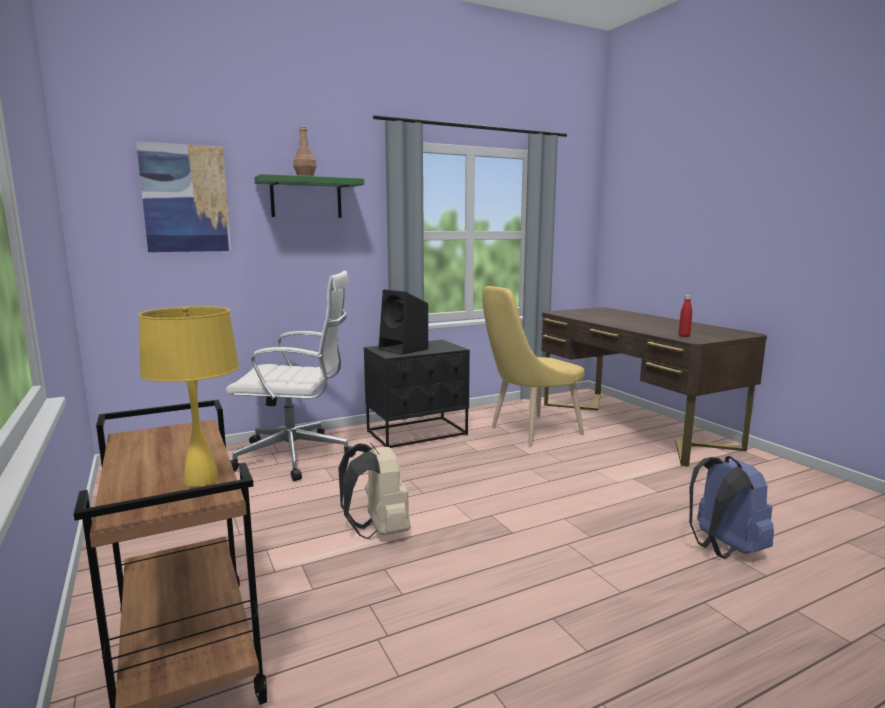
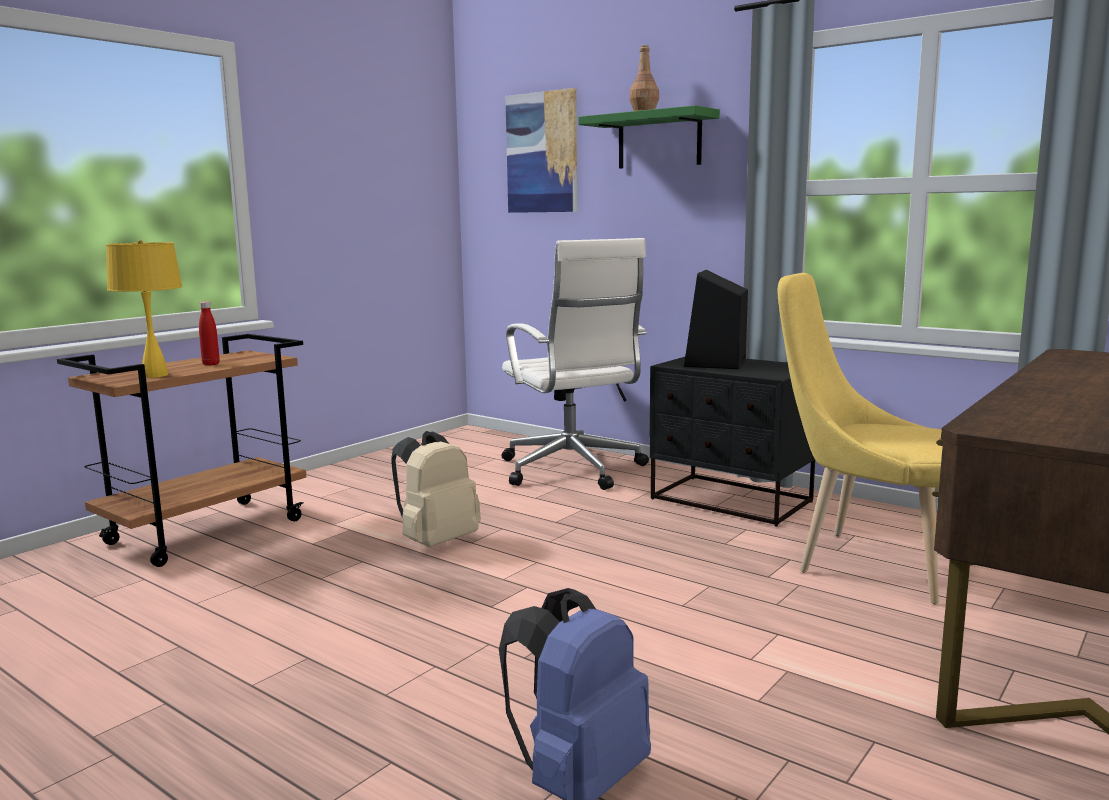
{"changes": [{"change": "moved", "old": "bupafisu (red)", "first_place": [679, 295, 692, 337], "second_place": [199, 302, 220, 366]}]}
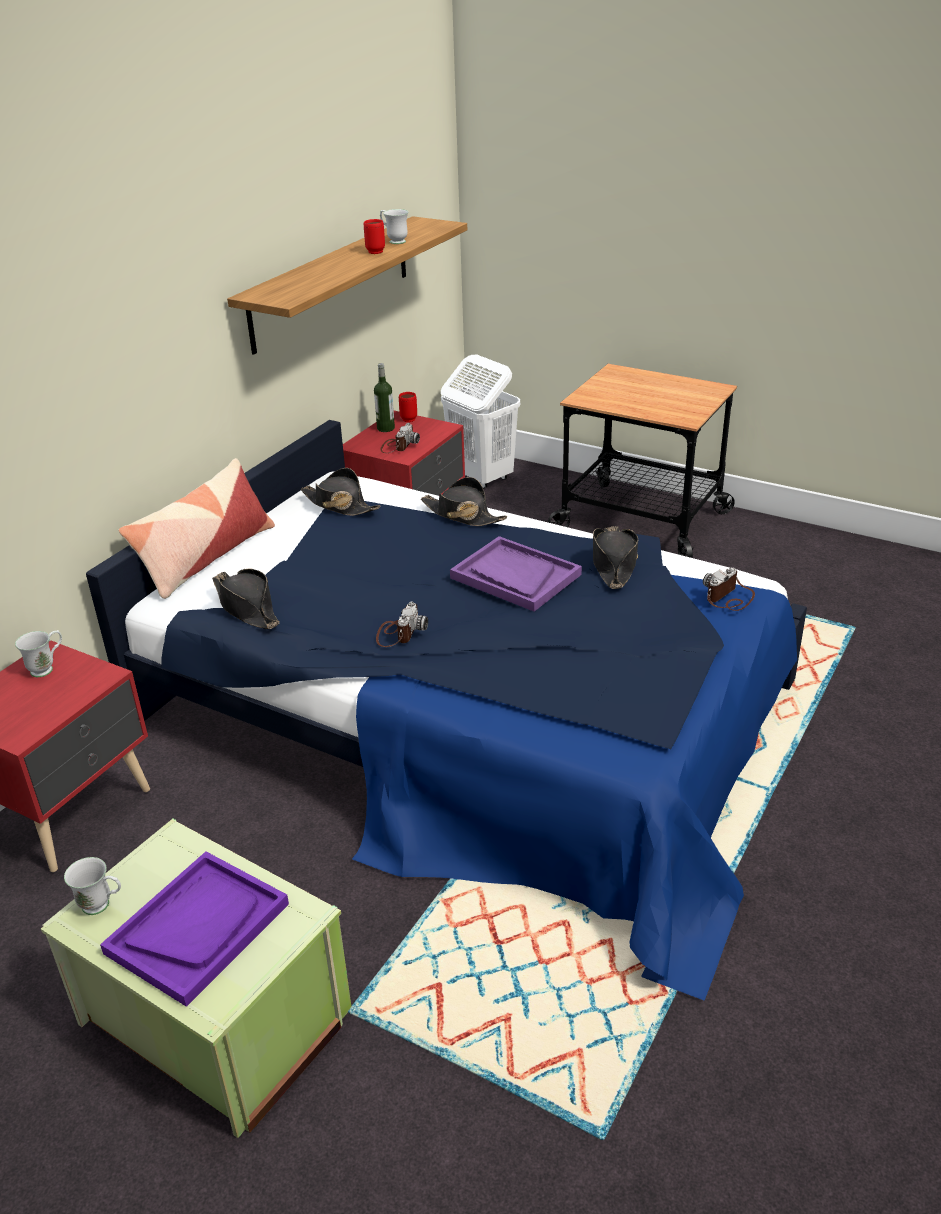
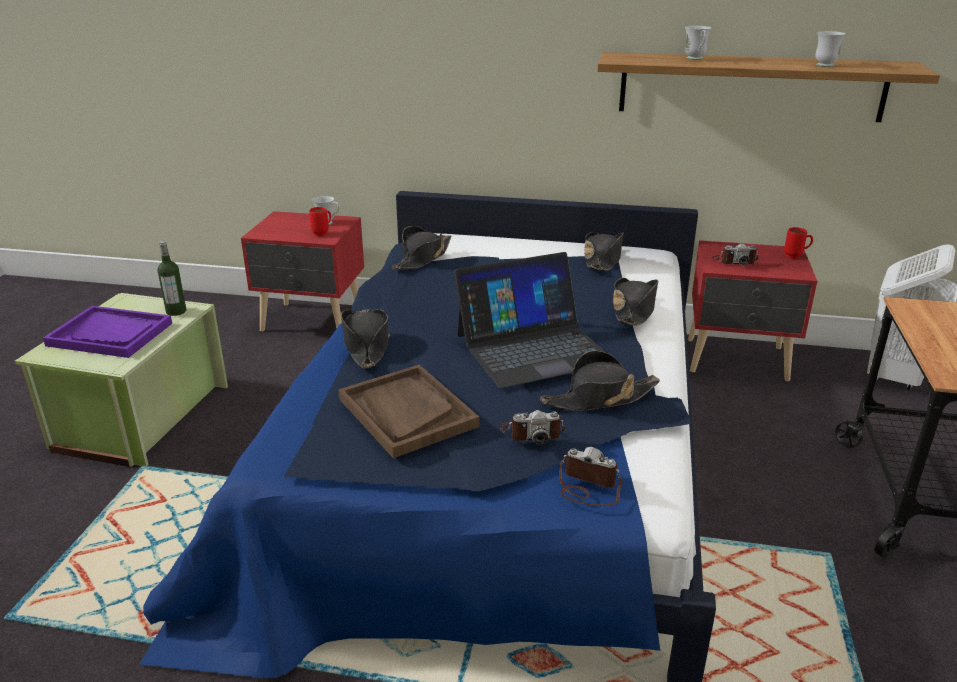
{"changes": [{"change": "removed", "old": "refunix", "first_place": [118, 458, 275, 599]}, {"change": "added", "new": "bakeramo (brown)", "second_place": [338, 365, 479, 458]}, {"change": "added", "new": "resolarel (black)", "second_place": [341, 309, 390, 368]}, {"change": "moved", "old": "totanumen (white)", "first_place": [64, 857, 121, 915], "second_place": [685, 26, 711, 60]}, {"change": "moved", "old": "totanumen (red)", "first_place": [364, 219, 385, 254], "second_place": [309, 207, 331, 236]}, {"change": "moved", "old": "bupafisu", "first_place": [374, 363, 395, 432], "second_place": [157, 241, 186, 316]}, {"change": "moved", "old": "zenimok", "first_place": [376, 602, 428, 647], "second_place": [500, 410, 565, 445]}, {"change": "replaced", "old": "bakeramo (purple)", "new": "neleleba", "first_place": [450, 536, 582, 611], "second_place": [454, 252, 606, 388]}]}
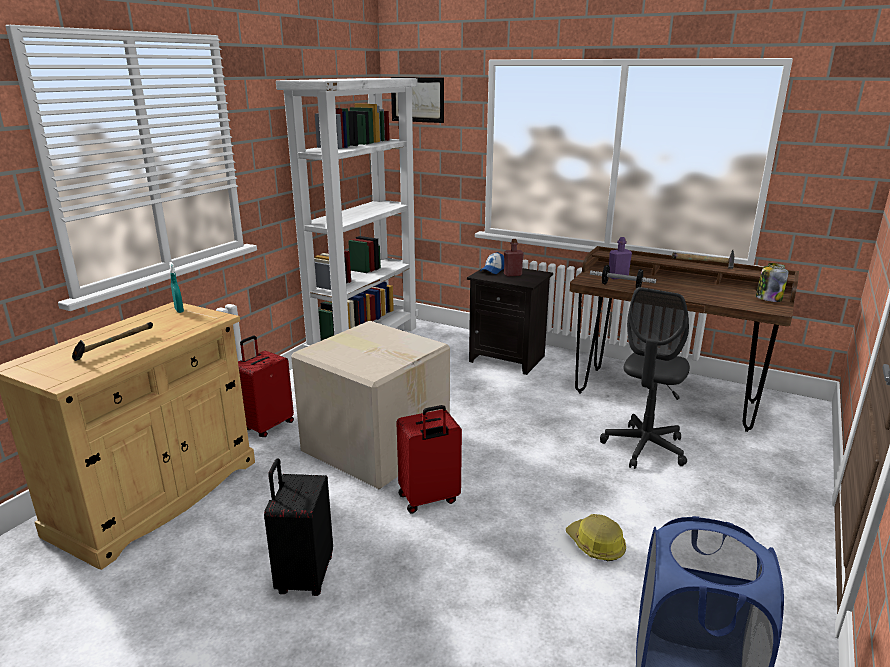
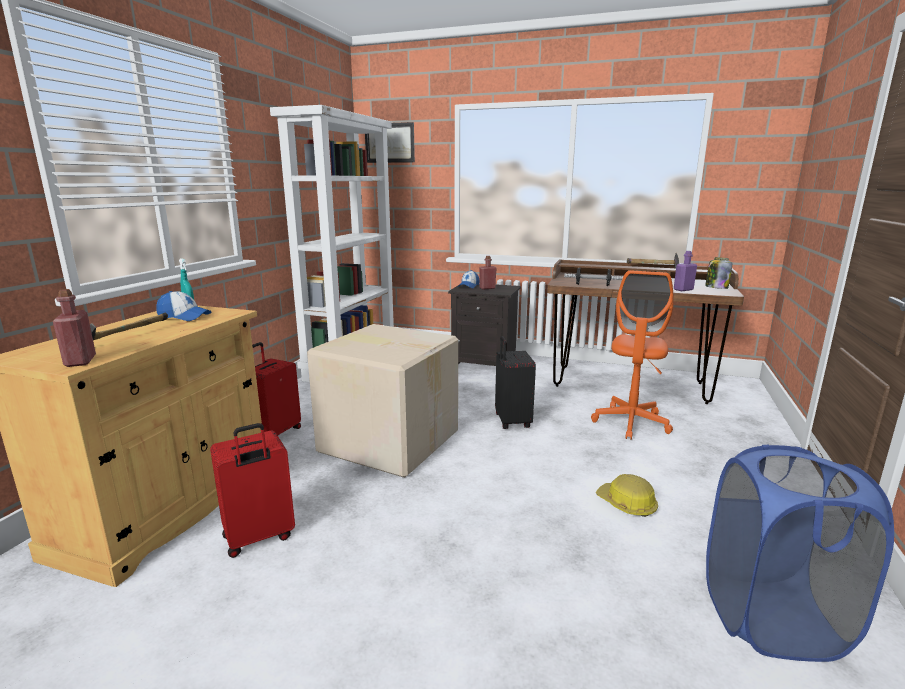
{"changes": [{"change": "added", "new": "bupafisu (red)", "second_place": [53, 289, 96, 367]}, {"change": "added", "new": "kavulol", "second_place": [156, 291, 211, 321]}, {"change": "moved", "old": "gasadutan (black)", "first_place": [264, 459, 333, 596], "second_place": [495, 336, 536, 429]}, {"change": "moved", "old": "gasadutan (red)", "first_place": [396, 405, 462, 513], "second_place": [210, 423, 295, 558]}, {"change": "moved", "old": "bupafisu (purple)", "first_place": [609, 237, 632, 279], "second_place": [674, 251, 697, 291]}, {"change": "recoloured", "old": "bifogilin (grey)", "new": "bifogilin (orange)", "first_place": [600, 287, 690, 469], "second_place": [591, 270, 674, 440]}]}
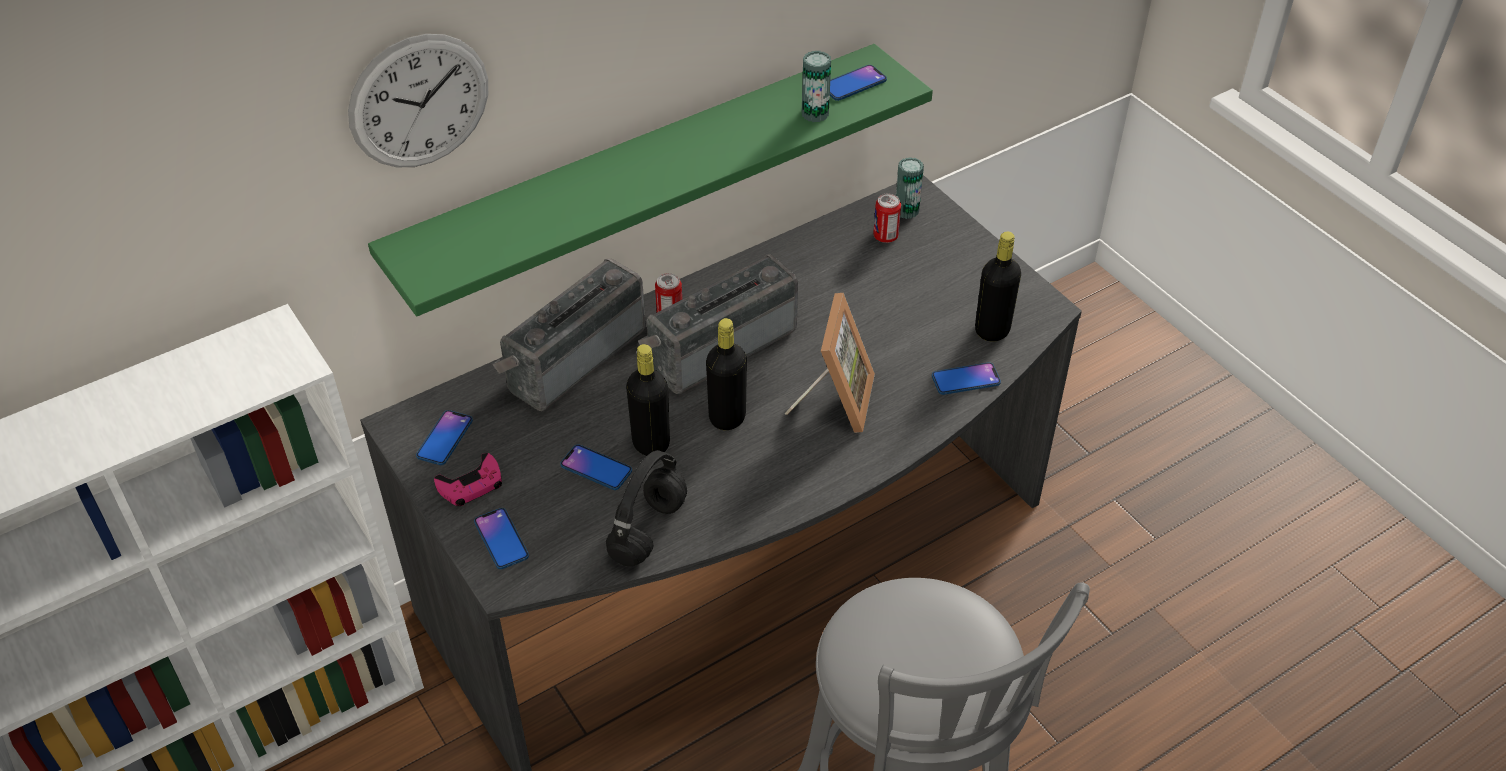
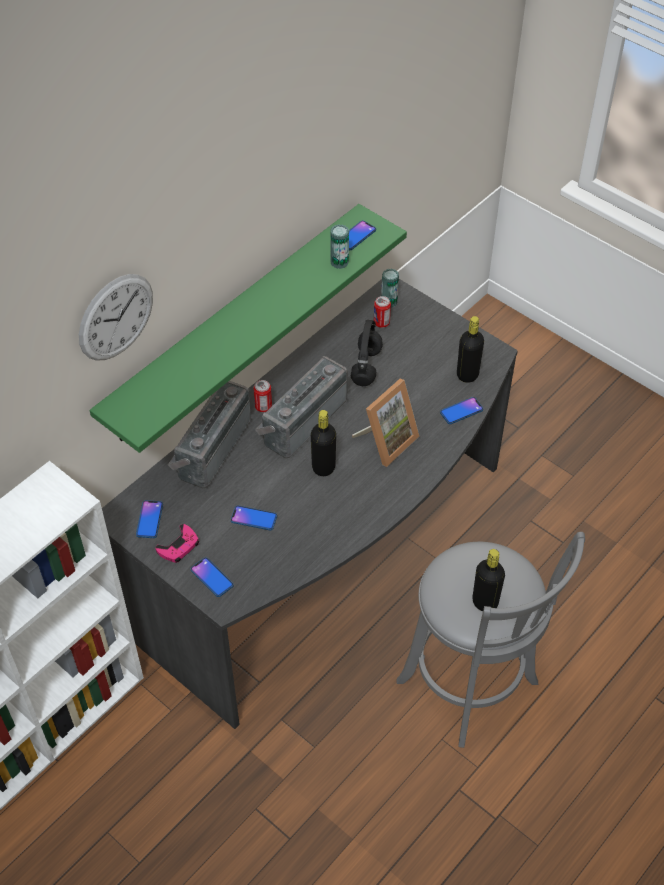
{"changes": [{"change": "moved", "old": "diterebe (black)", "first_place": [606, 450, 687, 567], "second_place": [351, 320, 383, 386]}, {"change": "moved", "old": "bupafisu (black)", "first_place": [626, 344, 670, 456], "second_place": [473, 549, 505, 611]}, {"change": "turned", "old": "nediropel", "first_place": [784, 293, 875, 433], "second_place": [352, 379, 420, 467], "degrees": 45}]}
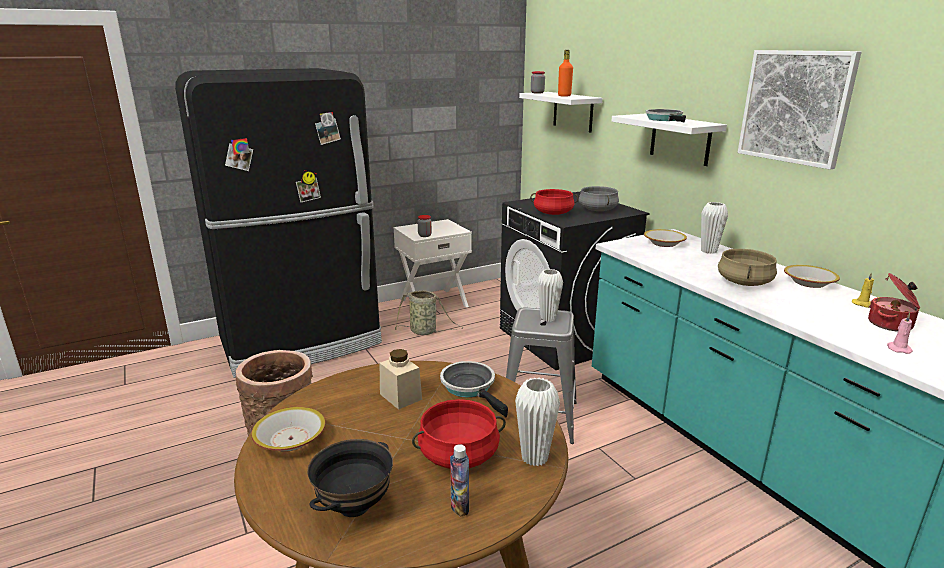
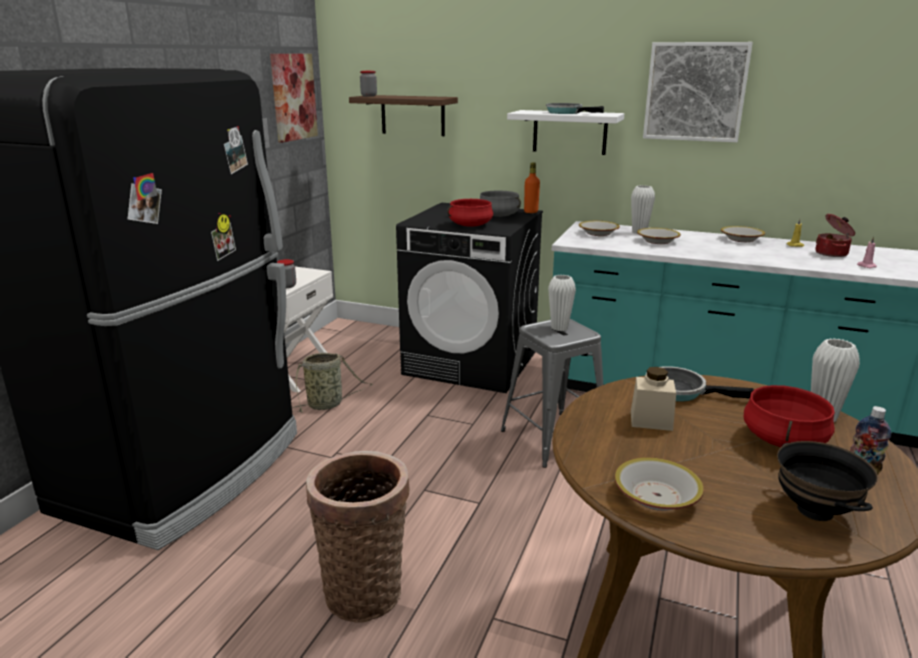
{"changes": [{"change": "removed", "old": "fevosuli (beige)", "first_place": [718, 249, 777, 286]}, {"change": "added", "new": "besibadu", "second_place": [270, 54, 318, 143]}, {"change": "added", "new": "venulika", "second_place": [637, 228, 681, 244]}, {"change": "moved", "old": "bupafisu (orange)", "first_place": [558, 50, 573, 96], "second_place": [524, 162, 540, 213]}, {"change": "recoloured", "old": "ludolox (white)", "new": "ludolox (brown)", "first_place": [519, 92, 602, 133], "second_place": [349, 95, 458, 136]}]}
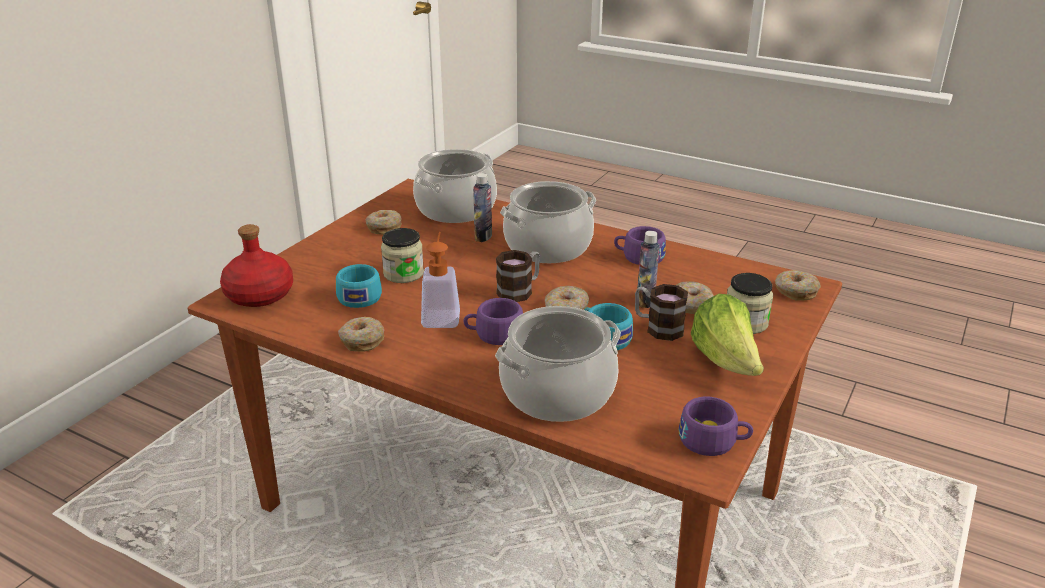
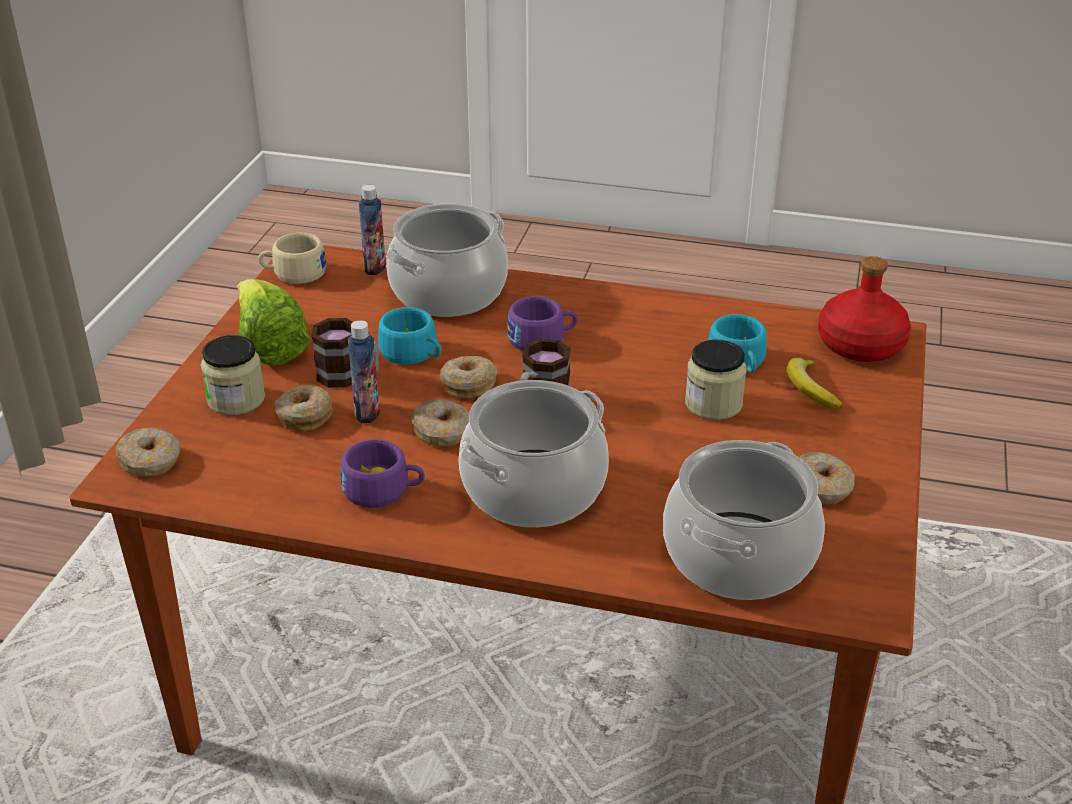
{"changes": [{"change": "removed", "old": "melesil", "first_place": [421, 232, 460, 328]}, {"change": "added", "new": "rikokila", "second_place": [787, 358, 843, 409]}, {"change": "moved", "old": "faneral", "first_place": [338, 317, 384, 352], "second_place": [411, 399, 469, 446]}, {"change": "moved", "old": "bupafisu", "first_place": [473, 173, 492, 242], "second_place": [359, 185, 386, 275]}, {"change": "recoloured", "old": "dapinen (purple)", "new": "dapinen (beige)", "first_place": [679, 396, 753, 456], "second_place": [258, 233, 327, 284]}]}
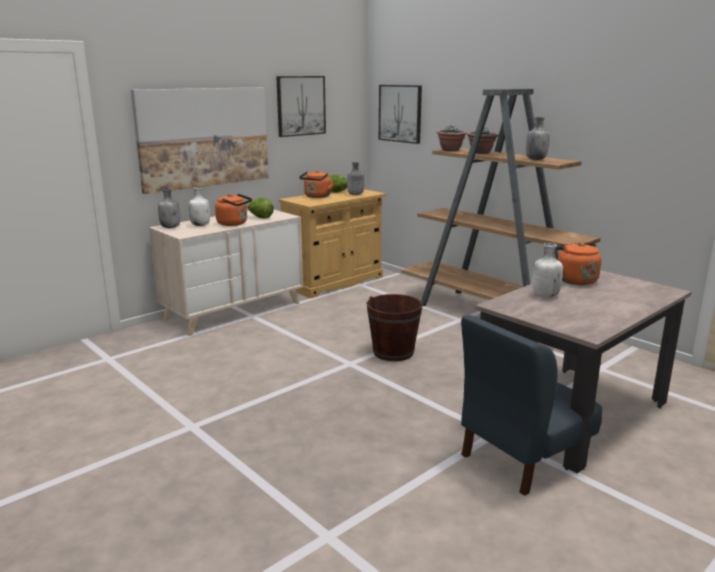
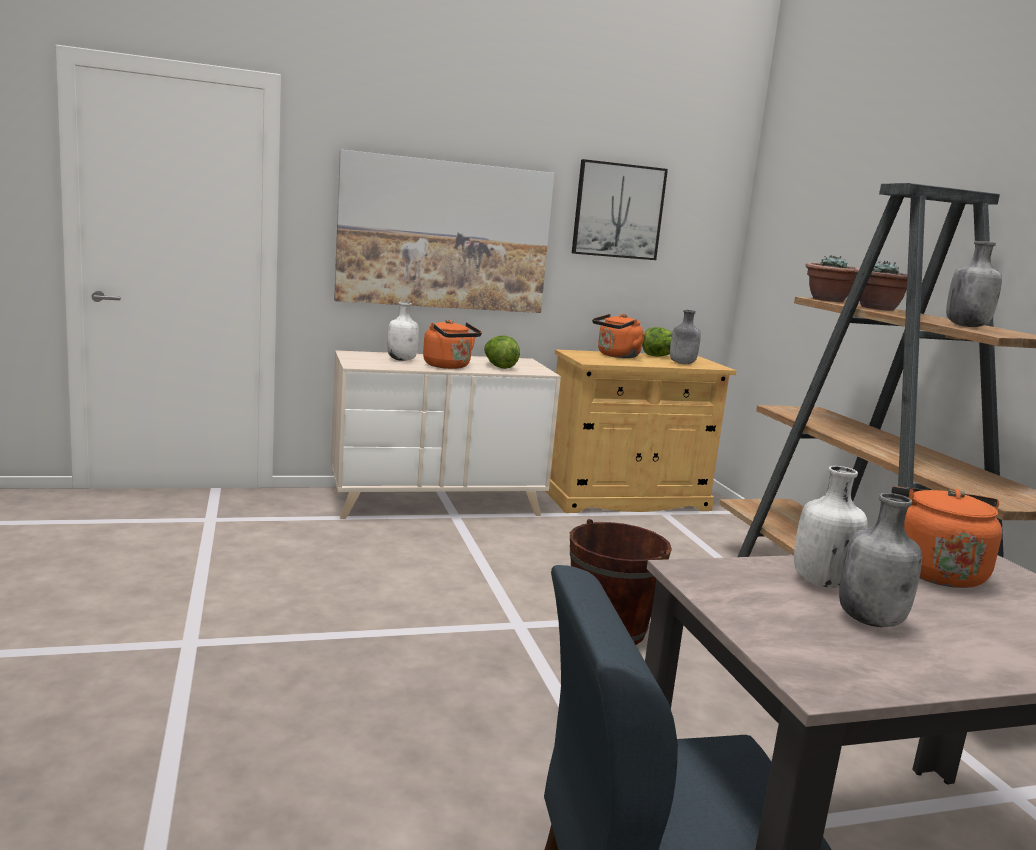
{"changes": [{"change": "removed", "old": "besibadu", "first_place": [379, 85, 422, 144]}, {"change": "moved", "old": "bupafisu (grey)", "first_place": [158, 189, 180, 228], "second_place": [839, 493, 922, 627]}]}
